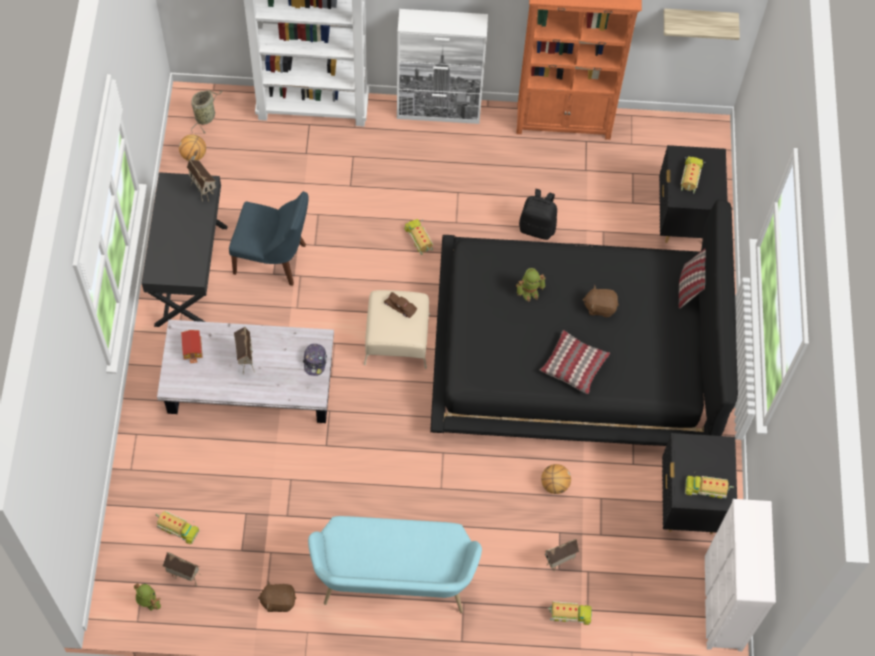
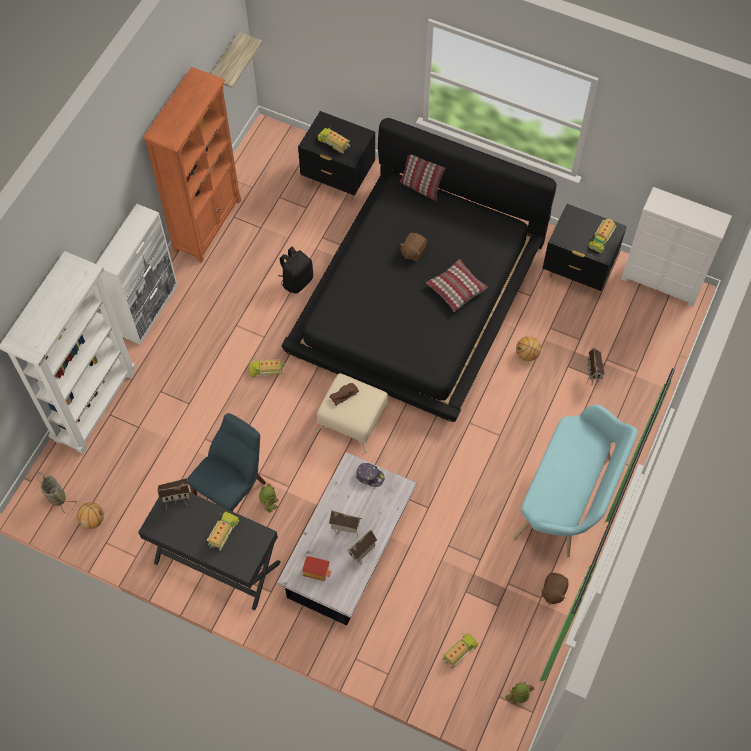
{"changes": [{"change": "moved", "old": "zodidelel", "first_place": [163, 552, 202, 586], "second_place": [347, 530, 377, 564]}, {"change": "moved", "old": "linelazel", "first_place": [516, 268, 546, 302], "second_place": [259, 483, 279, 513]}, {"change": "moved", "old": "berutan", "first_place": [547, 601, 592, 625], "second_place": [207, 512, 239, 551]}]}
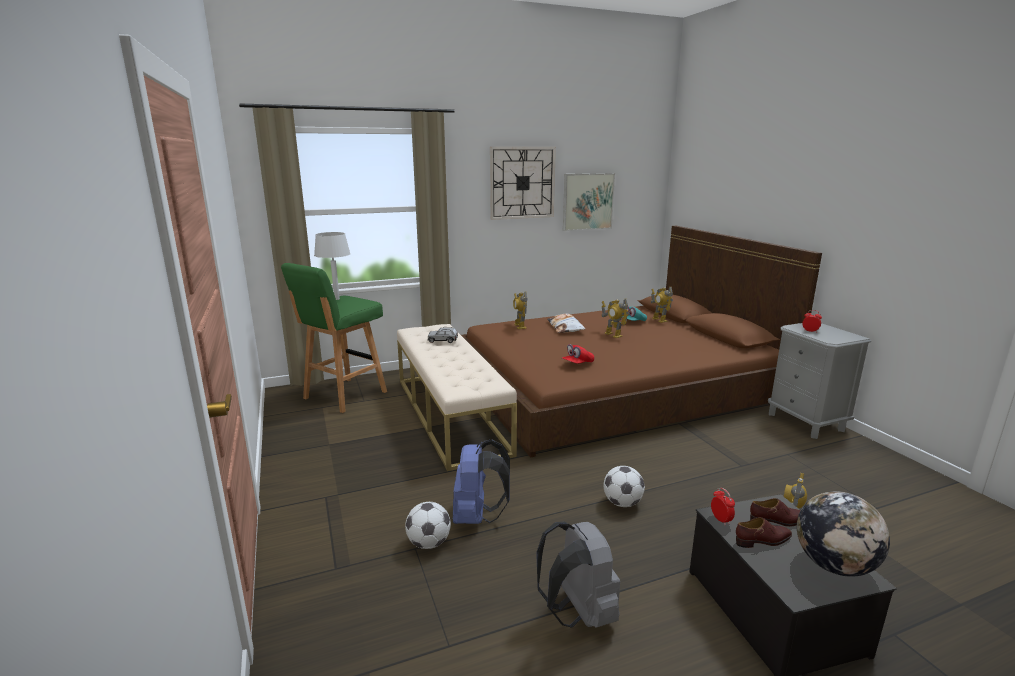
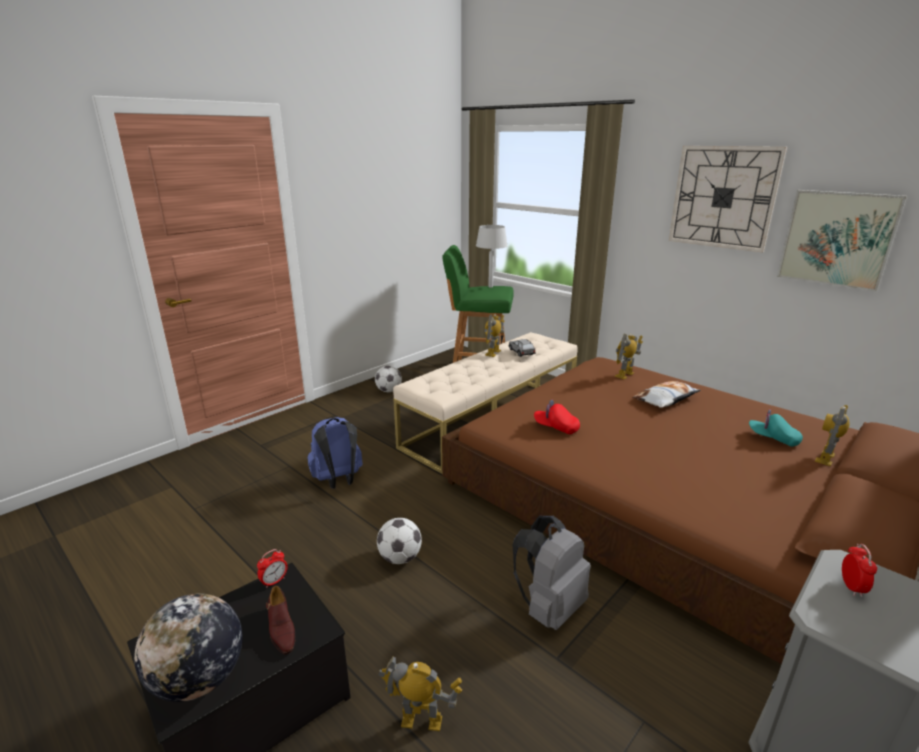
{"changes": [{"change": "removed", "old": "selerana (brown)", "first_place": [736, 517, 792, 548]}, {"change": "moved", "old": "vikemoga", "first_place": [405, 502, 451, 549], "second_place": [375, 366, 402, 392]}, {"change": "moved", "old": "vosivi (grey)", "first_place": [536, 522, 620, 628], "second_place": [513, 516, 590, 630]}, {"change": "moved", "old": "linelazel", "first_place": [601, 299, 629, 338], "second_place": [484, 314, 505, 357]}]}
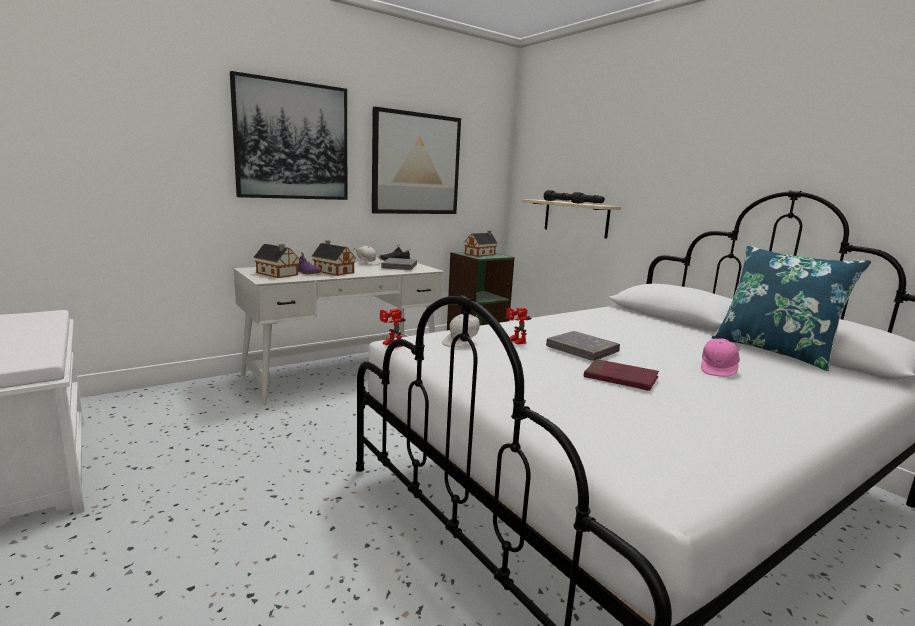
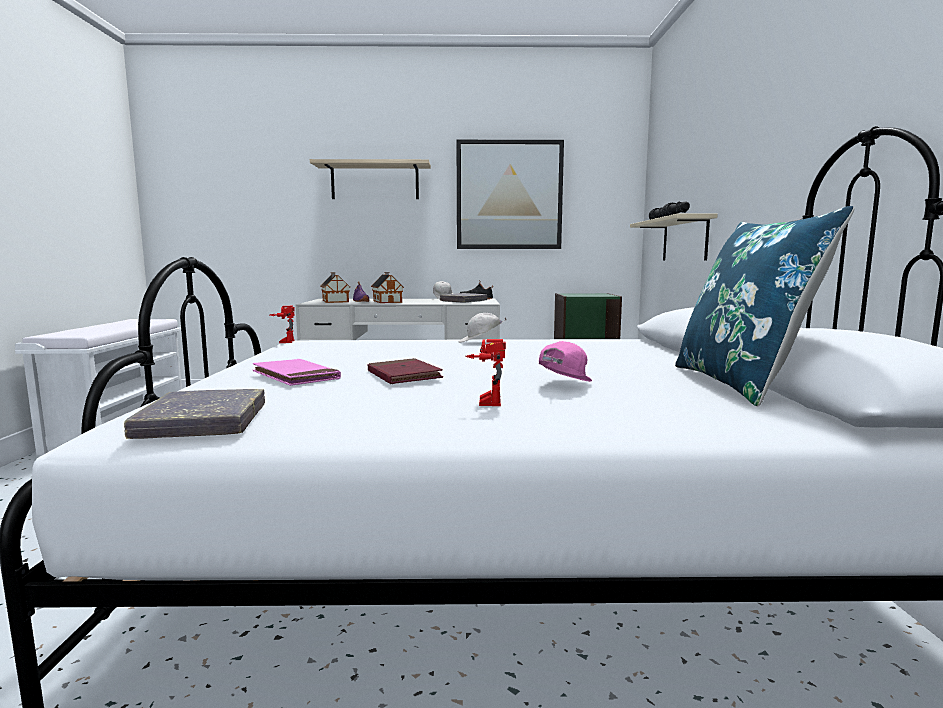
{"changes": [{"change": "removed", "old": "zodidelel", "first_place": [464, 231, 498, 257]}, {"change": "added", "new": "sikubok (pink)", "second_place": [253, 359, 341, 386]}, {"change": "moved", "old": "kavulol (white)", "first_place": [442, 314, 480, 347], "second_place": [459, 313, 507, 343]}, {"change": "moved", "old": "linelazel", "first_place": [506, 308, 531, 345], "second_place": [465, 339, 506, 406]}, {"change": "moved", "old": "sikubok (grey)", "first_place": [546, 331, 620, 361], "second_place": [124, 389, 265, 439]}, {"change": "replaced", "old": "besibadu", "new": "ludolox", "first_place": [230, 71, 347, 200], "second_place": [310, 159, 431, 199]}, {"change": "turned", "old": "kavulol (pink)", "first_place": [701, 339, 740, 377], "second_place": [539, 341, 592, 382], "degrees": 150}]}
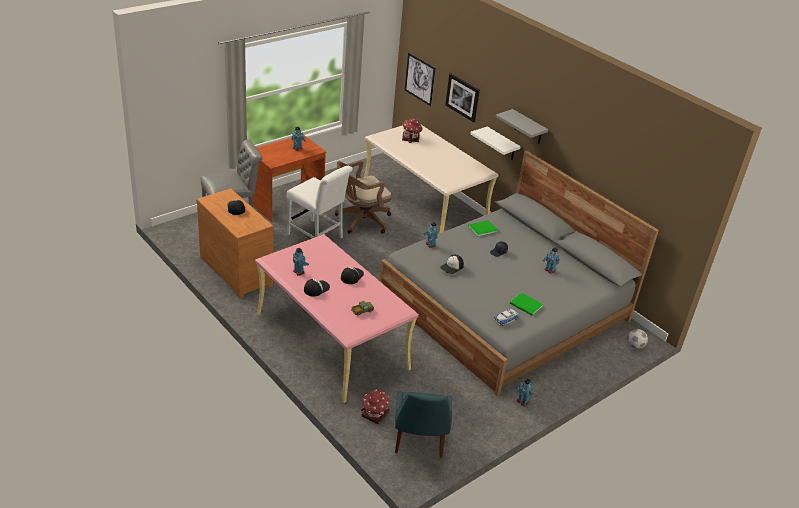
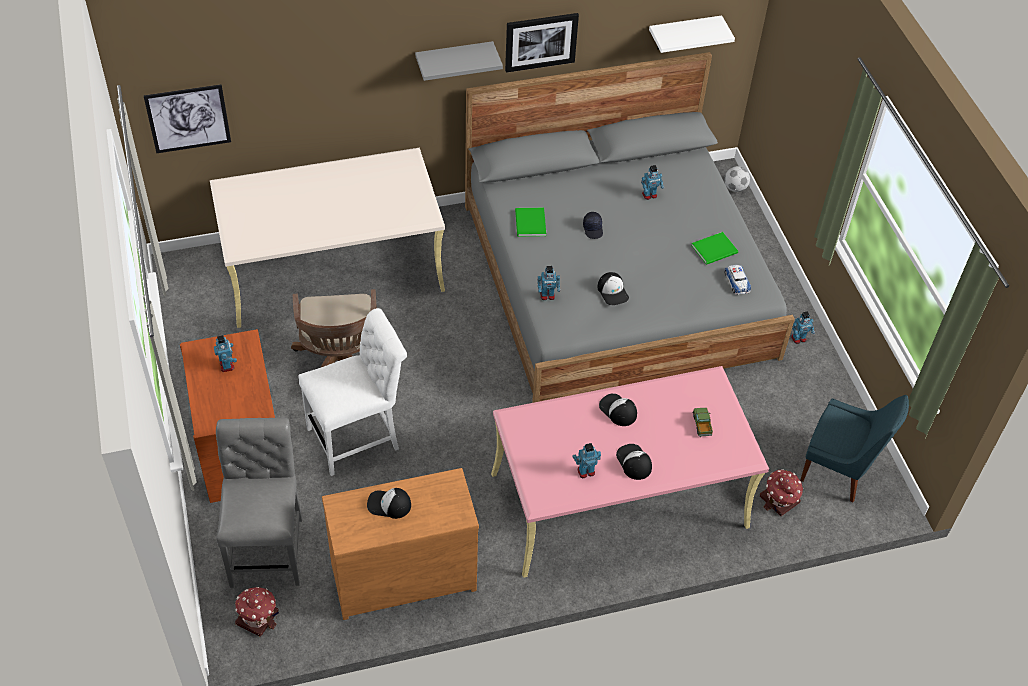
{"changes": [{"change": "moved", "old": "zodidelel", "first_place": [402, 118, 423, 143], "second_place": [235, 587, 279, 637]}, {"change": "moved", "old": "besibadu", "first_place": [445, 73, 480, 123], "second_place": [505, 13, 579, 73]}, {"change": "moved", "old": "ludolox (white)", "first_place": [471, 126, 521, 160], "second_place": [649, 16, 735, 53]}]}
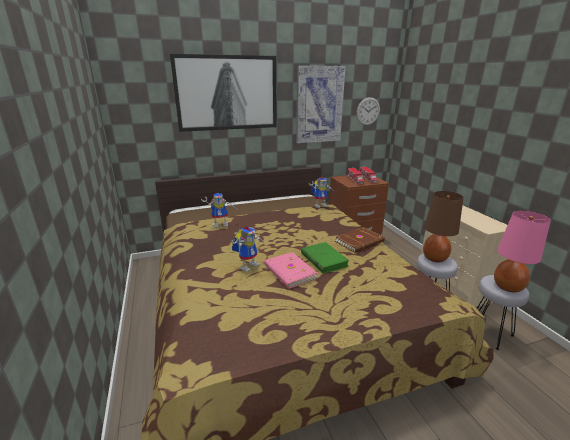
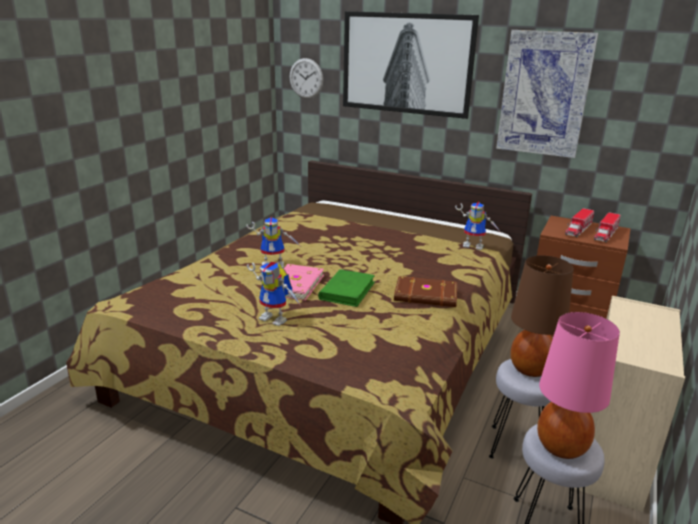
{"changes": [{"change": "moved", "old": "linelazel", "first_place": [201, 192, 237, 228], "second_place": [247, 262, 301, 326]}, {"change": "moved", "old": "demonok", "first_place": [356, 97, 380, 125], "second_place": [289, 58, 323, 99]}]}
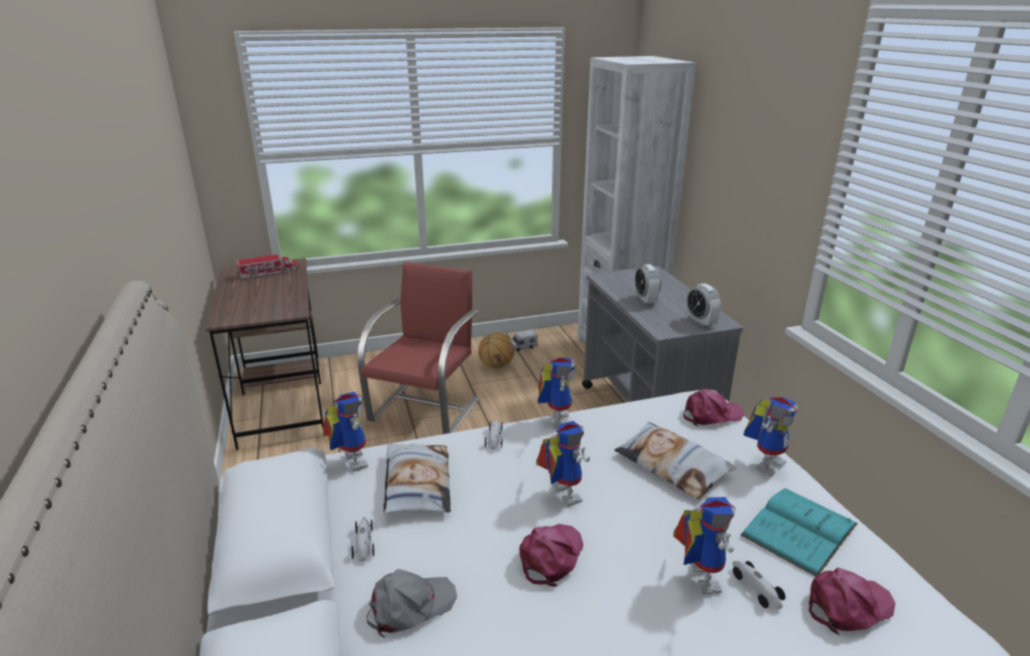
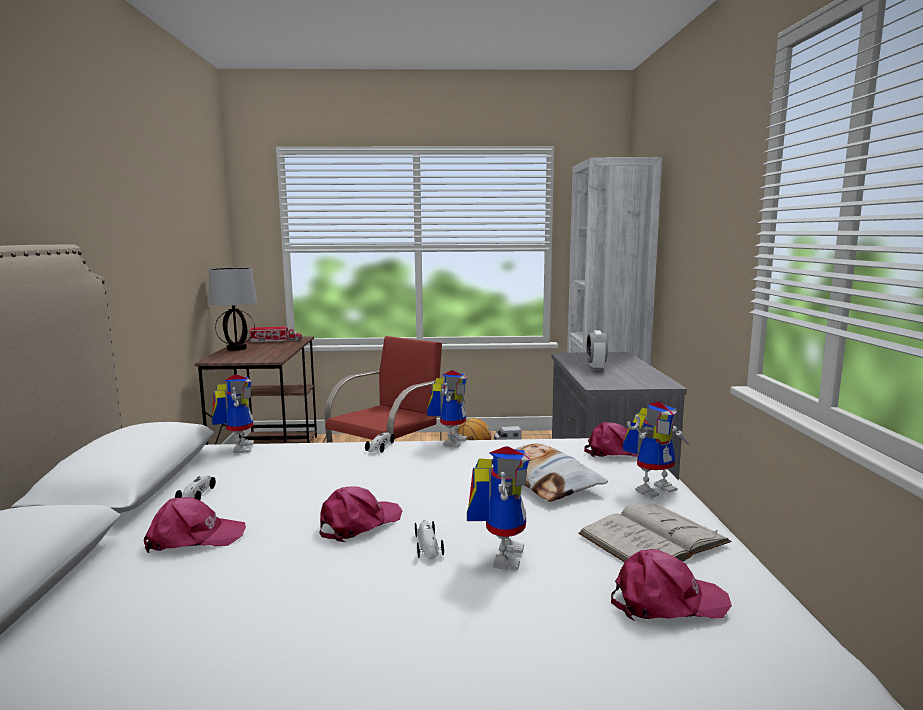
{"changes": [{"change": "removed", "old": "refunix", "first_place": [383, 443, 451, 514]}, {"change": "removed", "old": "linelazel", "first_place": [536, 421, 590, 506]}, {"change": "removed", "old": "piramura", "first_place": [686, 283, 721, 328]}, {"change": "added", "new": "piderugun", "second_place": [209, 268, 257, 351]}, {"change": "moved", "old": "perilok", "first_place": [733, 561, 785, 609], "second_place": [415, 520, 444, 559]}, {"change": "recoloured", "old": "kavulol (grey)", "new": "kavulol (pink)", "first_place": [367, 569, 457, 638], "second_place": [144, 497, 246, 553]}, {"change": "recoloured", "old": "sikubok (turquoise)", "new": "sikubok (white)", "first_place": [741, 488, 858, 577], "second_place": [578, 504, 732, 562]}]}
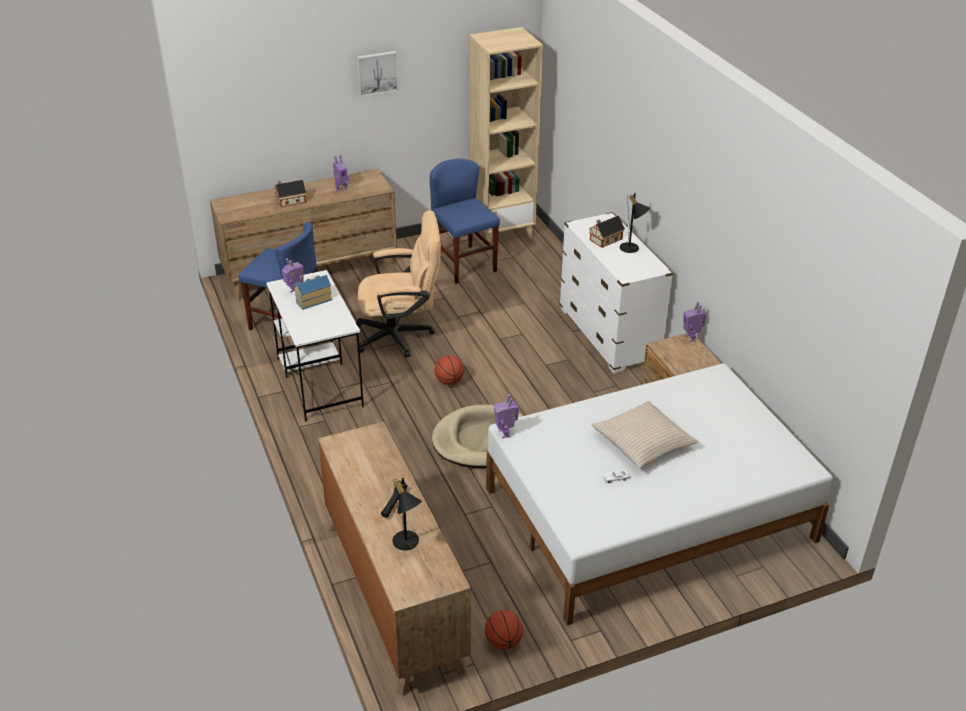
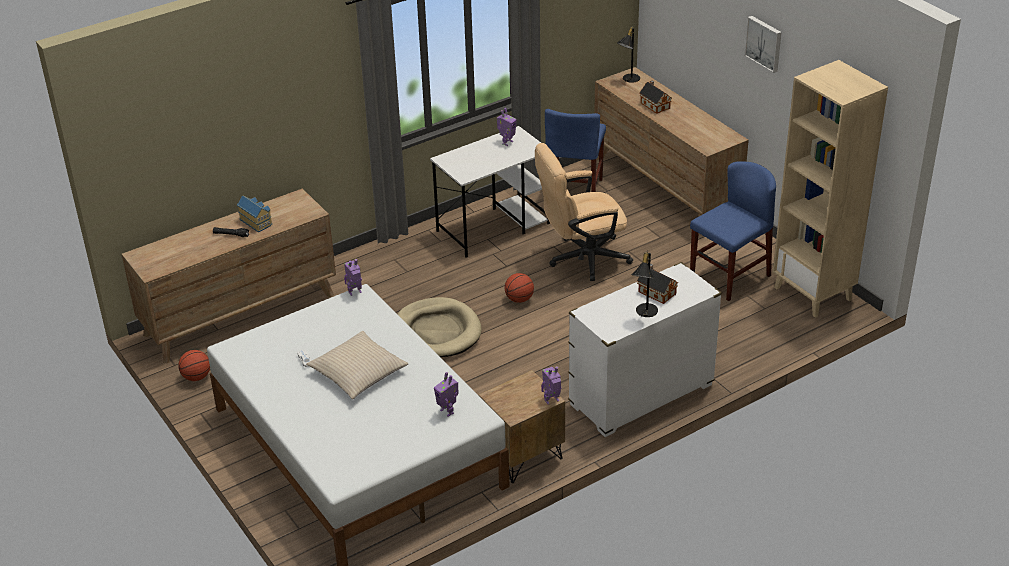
{"changes": [{"change": "moved", "old": "zodidelel", "first_place": [294, 275, 332, 310], "second_place": [237, 195, 272, 232]}, {"change": "moved", "old": "linelazel", "first_place": [333, 155, 349, 192], "second_place": [434, 372, 458, 417]}, {"change": "moved", "old": "piderugun (black)", "first_place": [392, 478, 422, 550], "second_place": [617, 27, 640, 83]}, {"change": "turned", "old": "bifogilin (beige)", "first_place": [356, 210, 441, 358], "second_place": [535, 143, 633, 281], "degrees": 90}]}
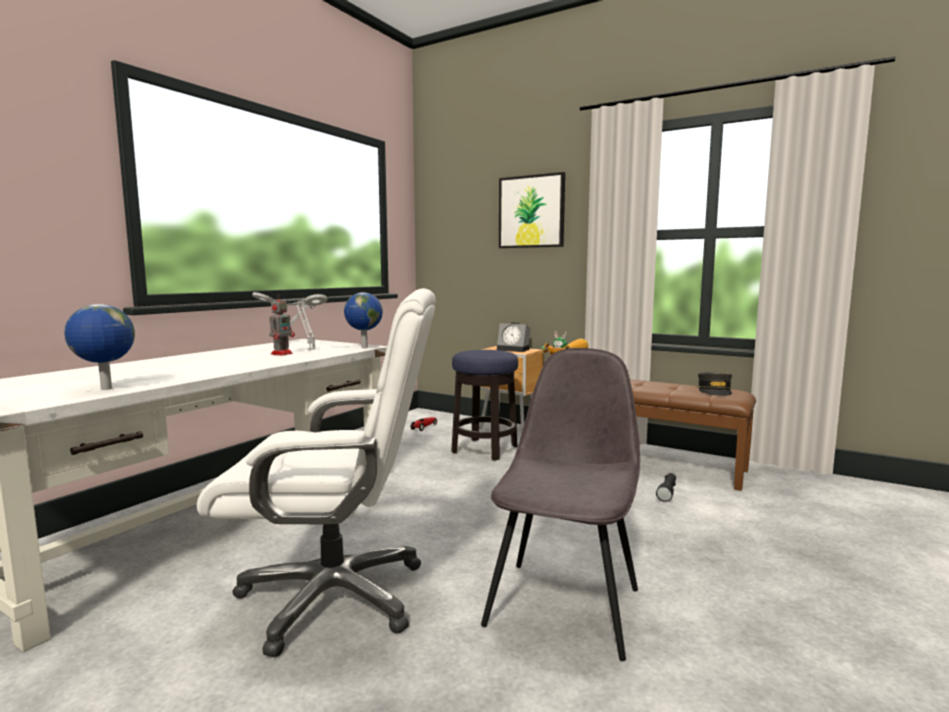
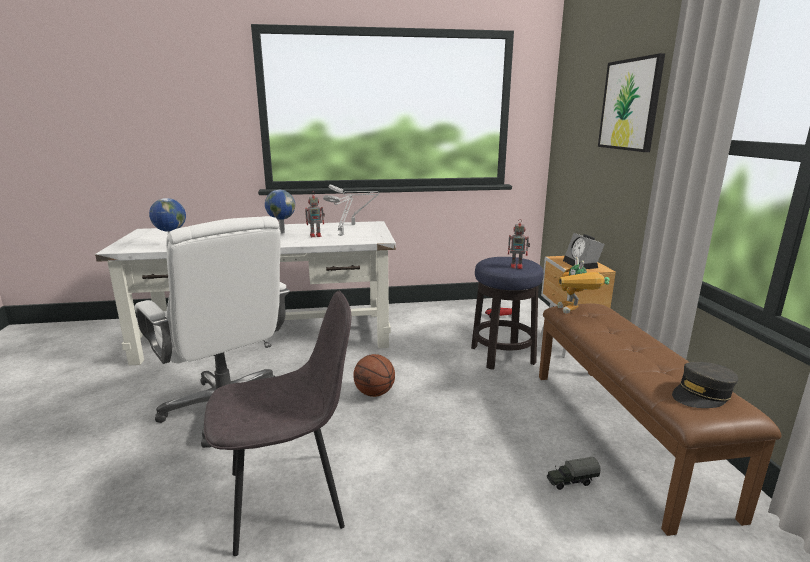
{"changes": [{"change": "added", "new": "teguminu", "second_place": [353, 354, 395, 397]}, {"change": "added", "new": "linelazel", "second_place": [508, 219, 530, 269]}, {"change": "moved", "old": "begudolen", "first_place": [344, 292, 383, 348], "second_place": [265, 190, 295, 234]}, {"change": "replaced", "old": "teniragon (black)", "new": "berutan", "first_place": [656, 473, 676, 502], "second_place": [547, 457, 601, 490]}]}
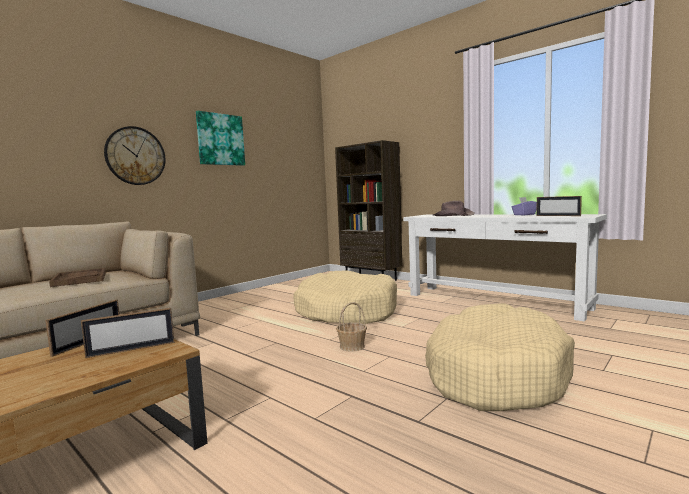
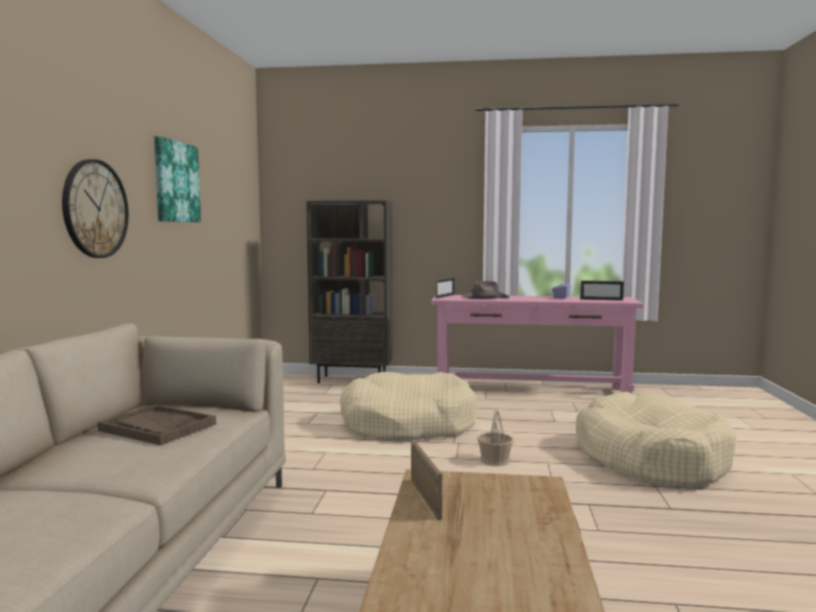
{"changes": [{"change": "moved", "old": "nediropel", "first_place": [81, 308, 175, 358], "second_place": [436, 277, 455, 299]}, {"change": "recoloured", "old": "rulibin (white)", "new": "rulibin (pink)", "first_place": [403, 214, 607, 322], "second_place": [431, 295, 644, 393]}]}
